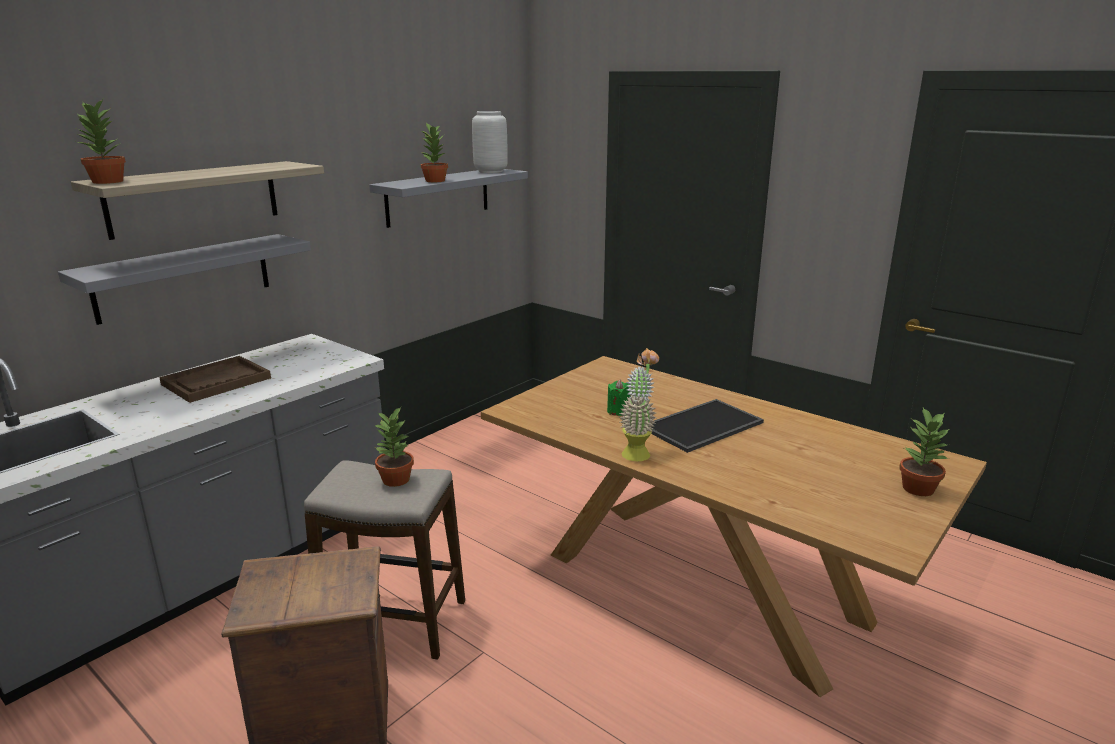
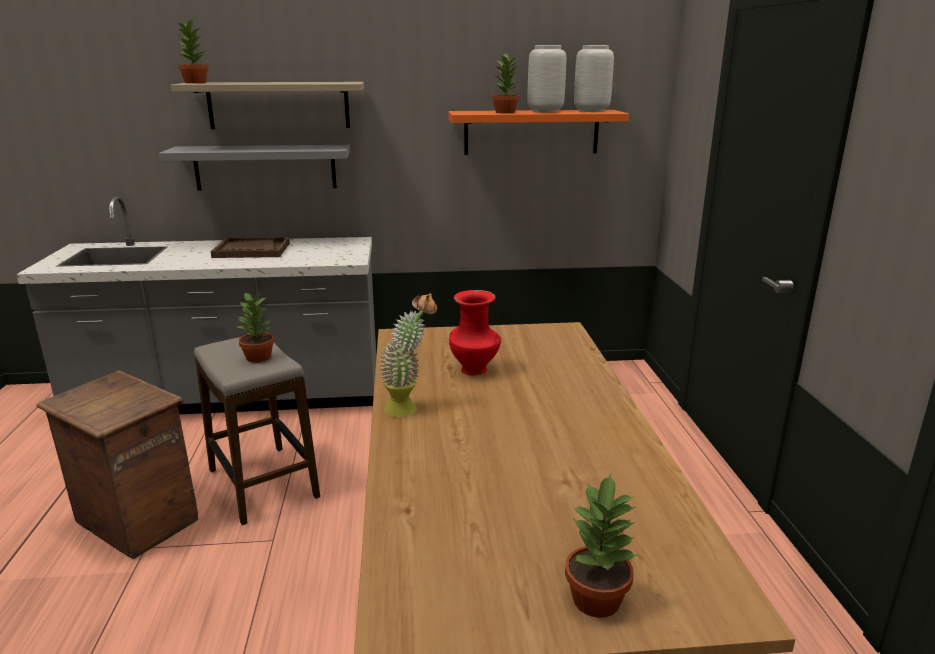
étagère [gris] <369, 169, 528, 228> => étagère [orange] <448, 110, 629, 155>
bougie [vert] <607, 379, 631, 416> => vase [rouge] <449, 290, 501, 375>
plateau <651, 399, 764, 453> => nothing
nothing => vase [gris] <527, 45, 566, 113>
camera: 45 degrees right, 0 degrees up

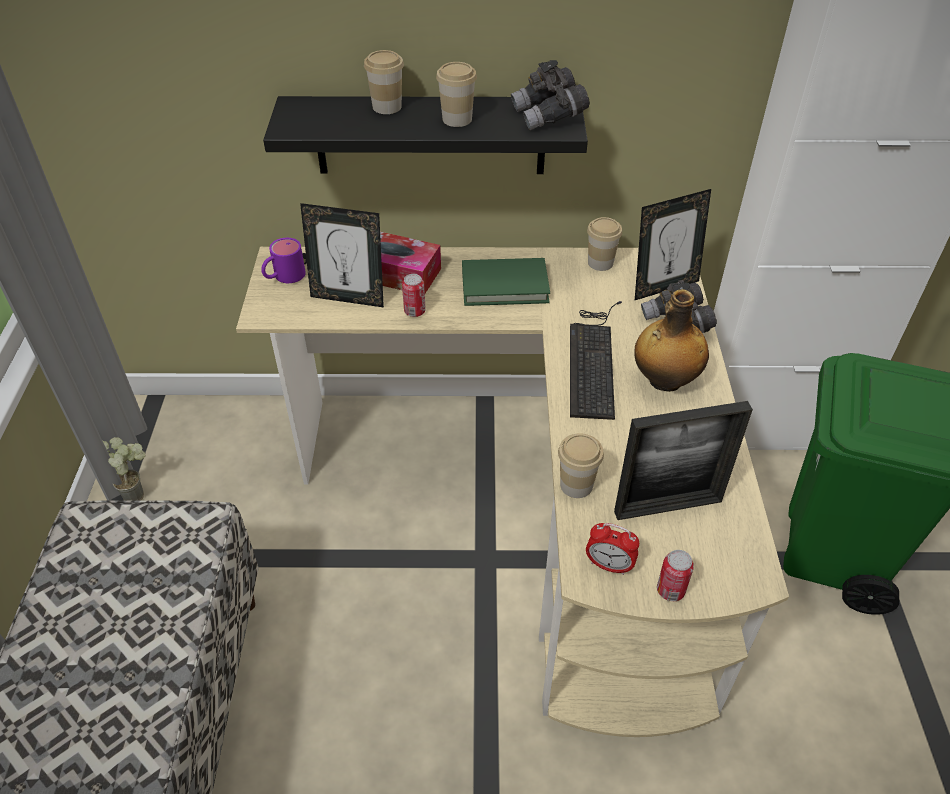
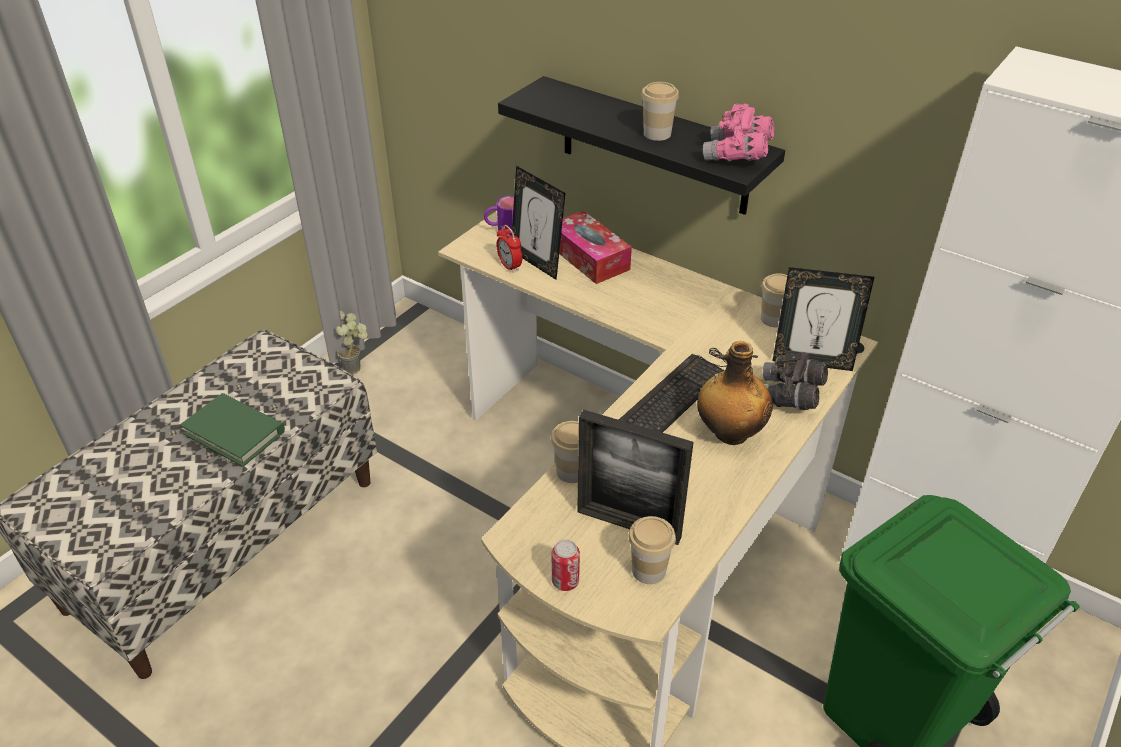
tasse <364, 50, 404, 114> => tasse <628, 516, 676, 584>, move
jumelles [gris] <511, 60, 590, 130> => jumelles [rose] <703, 104, 774, 161>
livre [vert] <462, 258, 550, 306> => livre [vert] <180, 393, 285, 467>, move
boîte métallique <402, 274, 426, 317> => nothing
réveil <586, 523, 639, 575> => réveil <496, 225, 522, 273>, move
camera: 35 degrees right, 5 degrees down

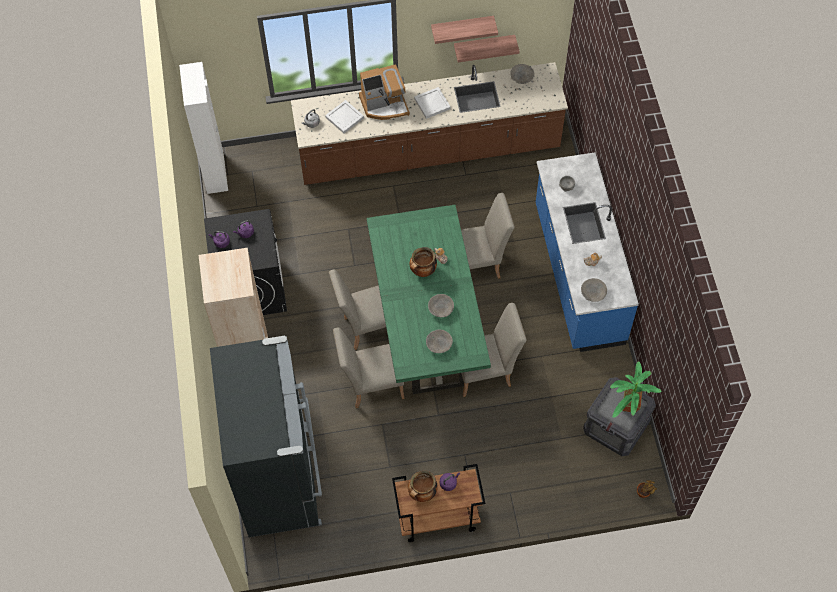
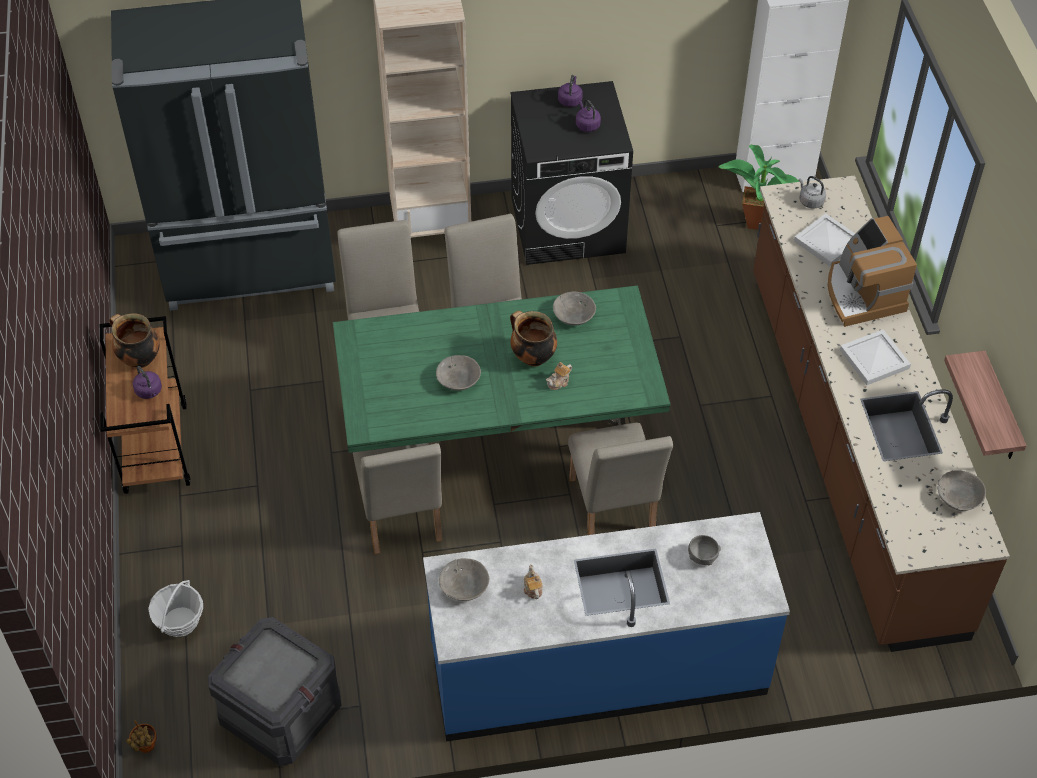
étagère <431, 16, 498, 44> => nothing
bol [gris] <426, 329, 453, 353> => bol [gris] <553, 292, 596, 326>, move
plante en pot <610, 361, 661, 418> => plante en pot <718, 145, 799, 230>, move
nothing => panier <148, 580, 203, 637>
camera: 90 degrees right, 10 degrees down

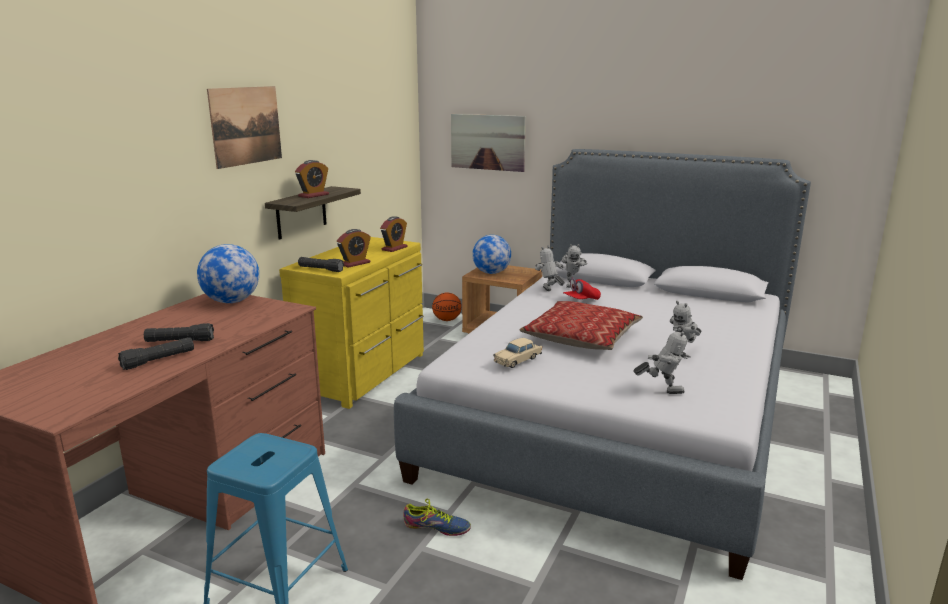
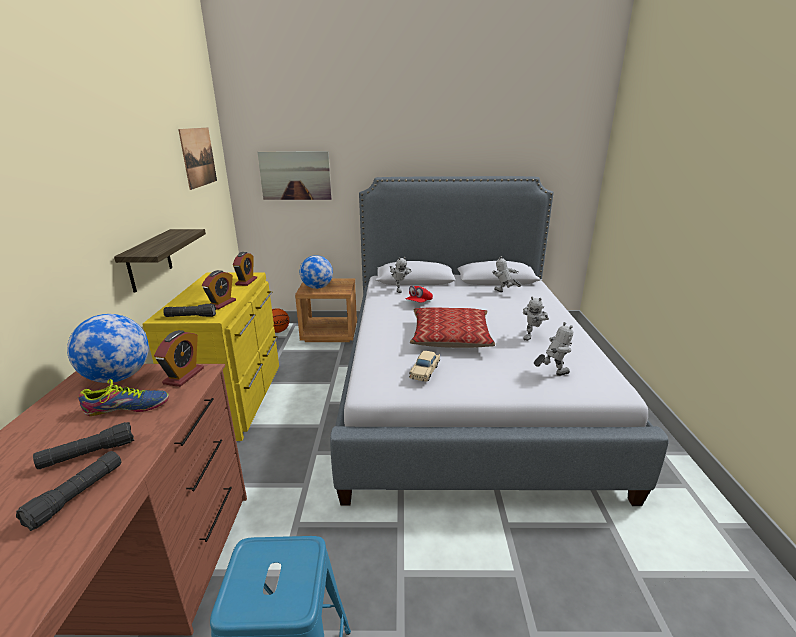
tableau <207, 86, 282, 169> => tableau <178, 128, 217, 190>, move
réveil <295, 160, 329, 198> => réveil <154, 330, 204, 387>, move
robot jouet <535, 246, 565, 291> => robot jouet <492, 256, 522, 292>, move
chaussure <404, 499, 471, 536> => chaussure <79, 379, 169, 416>, move
camera: 25 degrees left, 5 degrees up

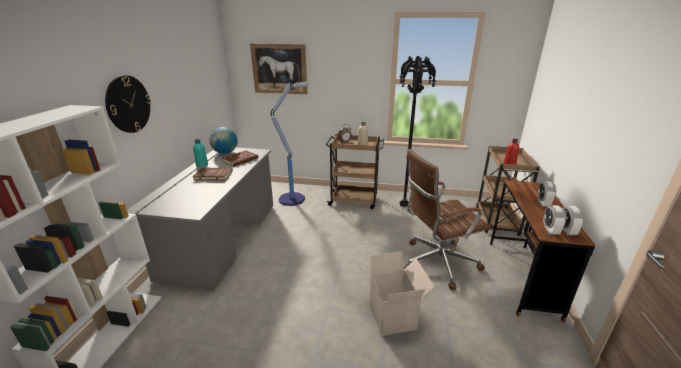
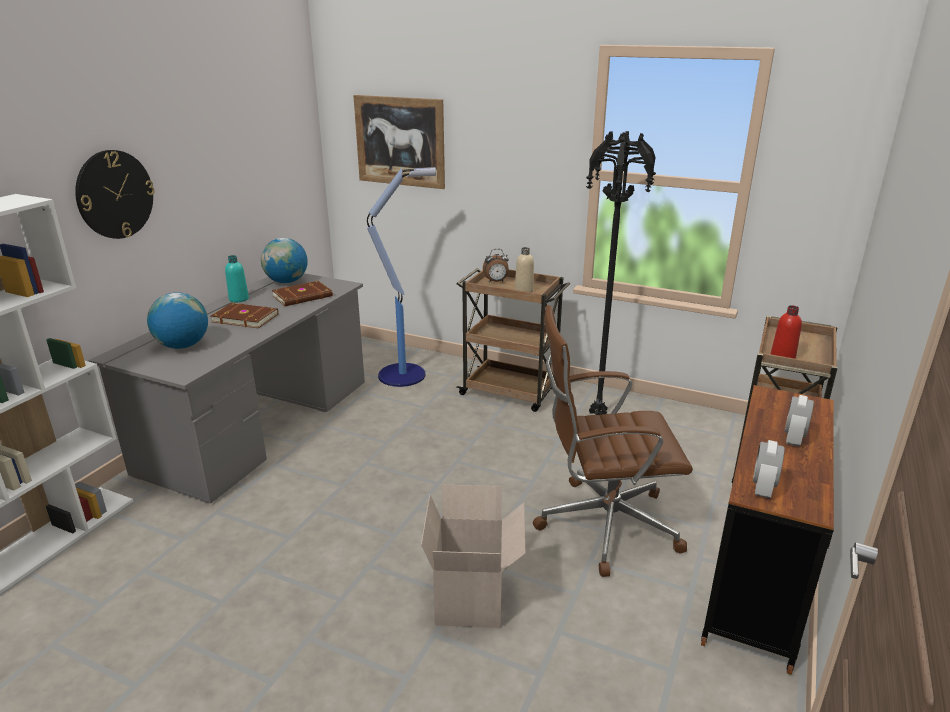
réveil <562, 206, 584, 236> => nothing
nothing => globe <147, 292, 208, 349>
camera: 15 degrees right, 0 degrees up

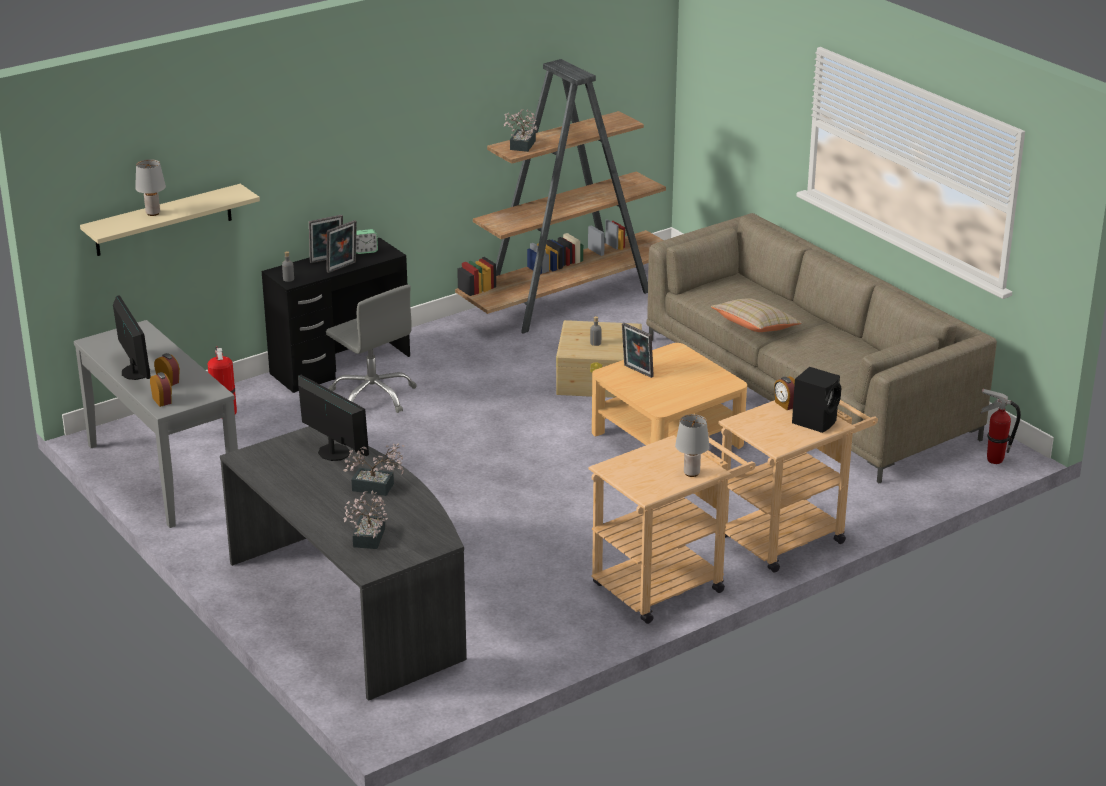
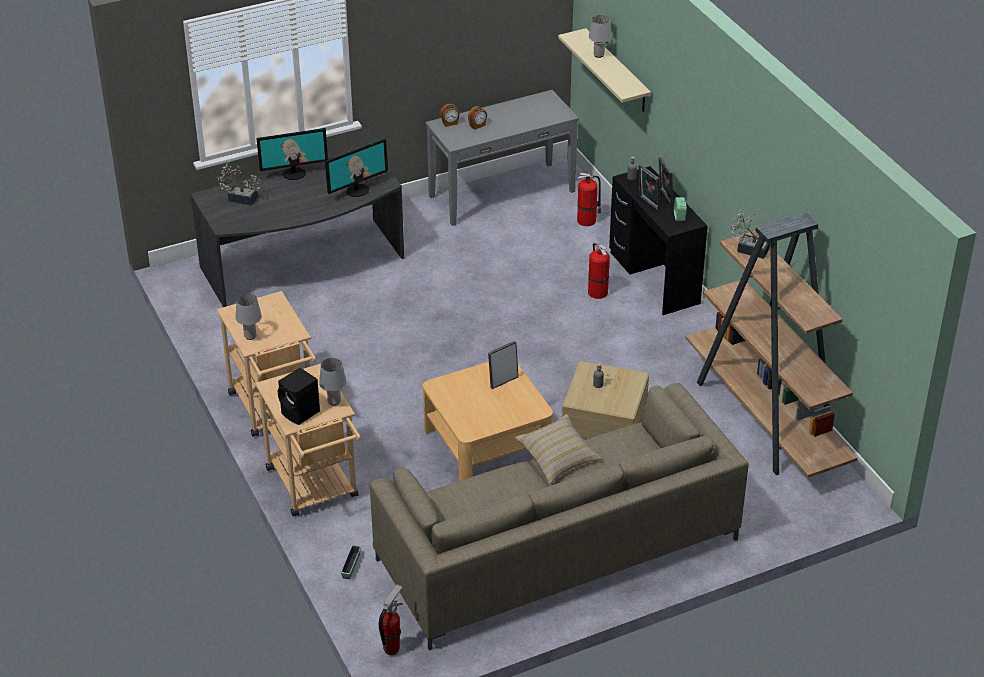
chaise de bureau [gris] <326, 285, 417, 413> => extincteur <588, 243, 610, 299>
écran d'ordinateur <113, 295, 151, 380> => écran d'ordinateur <256, 128, 328, 180>, move
réveil <774, 376, 795, 410> => lampe de table [gris] <319, 358, 346, 406>
plante en pot <343, 443, 405, 496> => nothing
nothing => cache-pot <340, 545, 361, 579>
camera: 100 degrees right, 10 degrees up

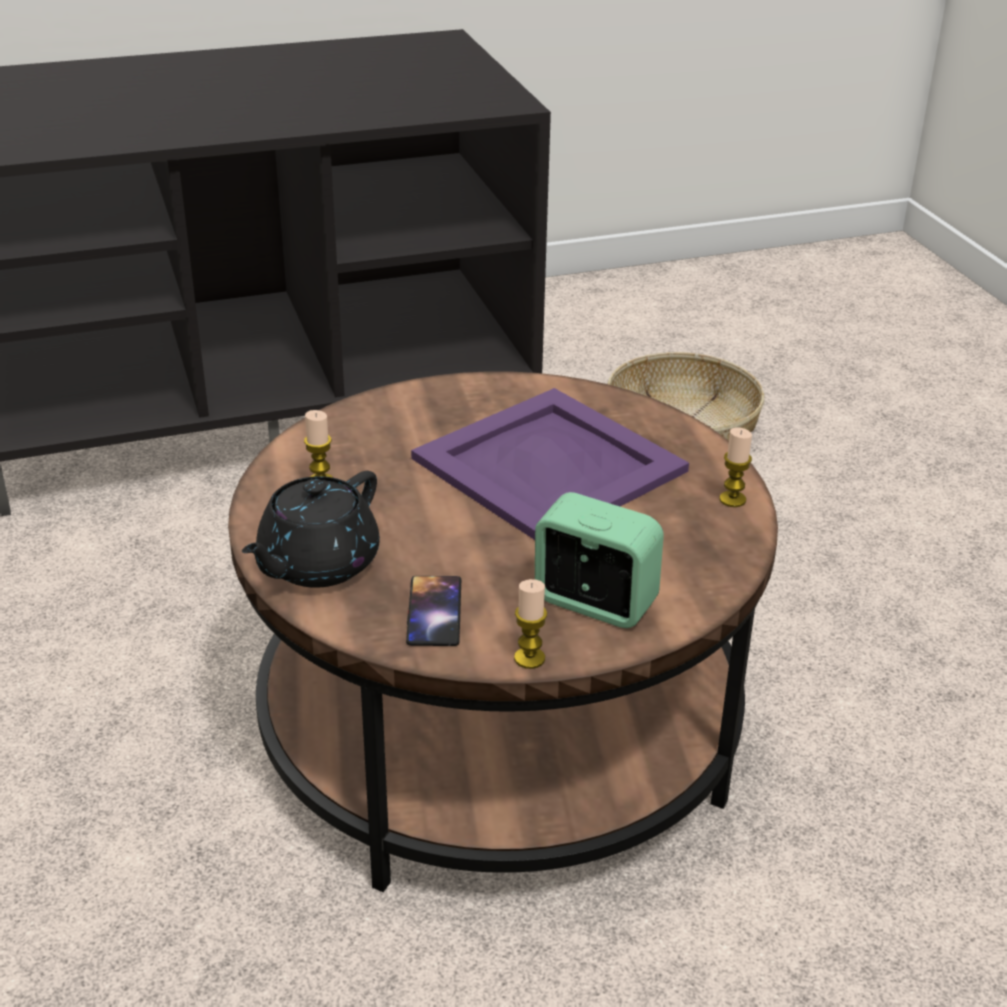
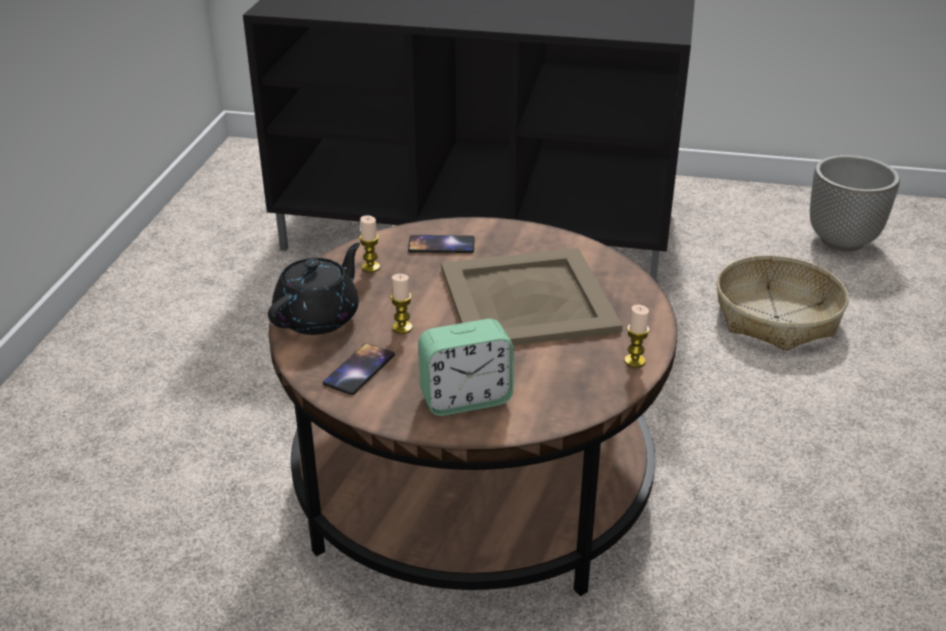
plateau [violet] <411, 388, 689, 540> => plateau [beige] <441, 248, 623, 346>
théière [noir] <242, 471, 380, 588> => théière [noir] <268, 243, 360, 335>, 150 degrees clockwise
réveil <535, 492, 664, 628> => réveil <418, 319, 514, 416>, 105 degrees clockwise
bougie <514, 579, 547, 669> => bougie <391, 274, 413, 334>, move
nothing => cache-pot <810, 155, 900, 252>
nothing => téléphone <408, 235, 475, 253>
camera: 30 degrees right, 0 degrees up

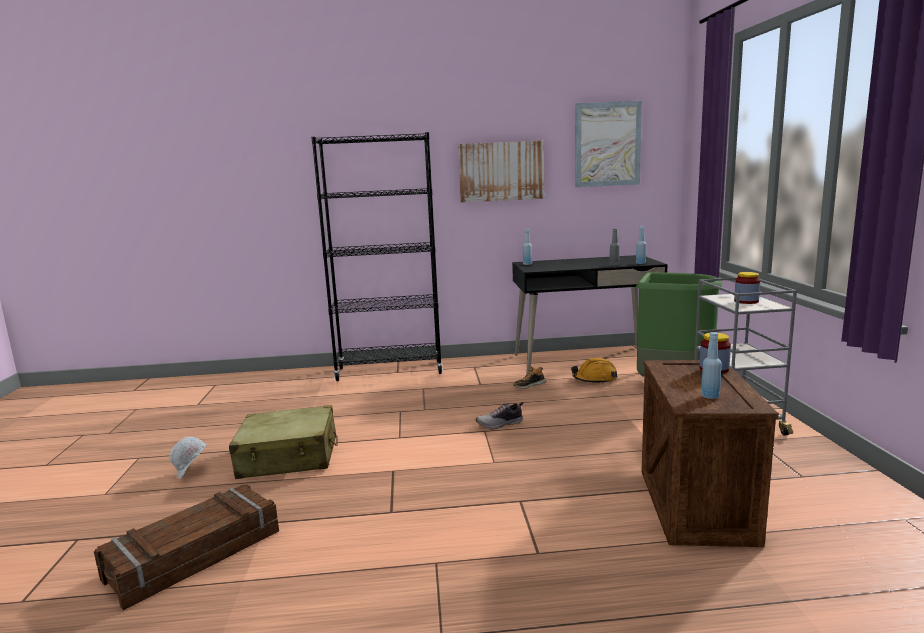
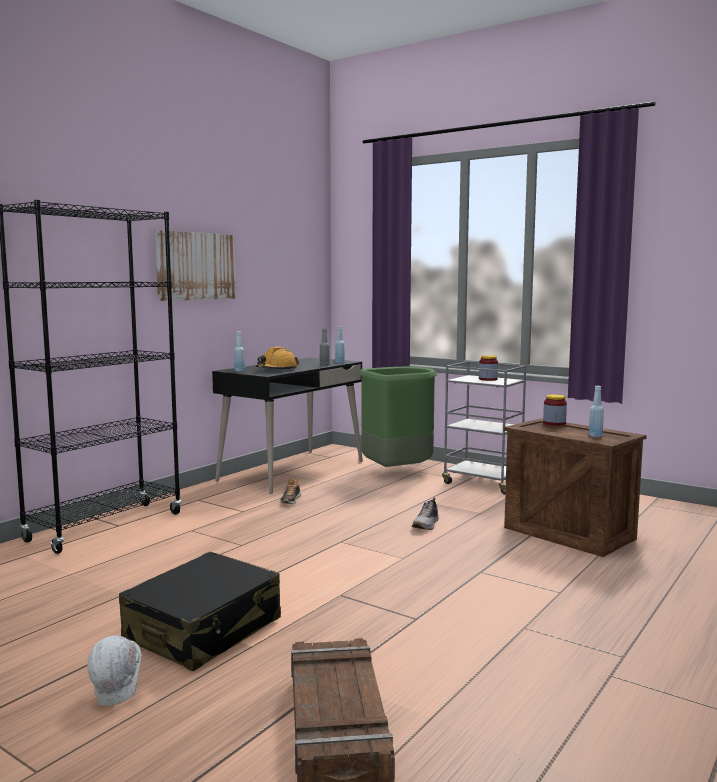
tableau <575, 101, 642, 187> => nothing
casque de chantier [orange] <571, 358, 618, 384> => casque de chantier [orange] <255, 347, 299, 370>, move
chaussure <476, 402, 523, 430> => chaussure <412, 498, 439, 530>, move
valise [beige] <229, 405, 338, 479> => valise [noir] <119, 552, 281, 671>
camera: 50 degrees left, 5 degrees down

